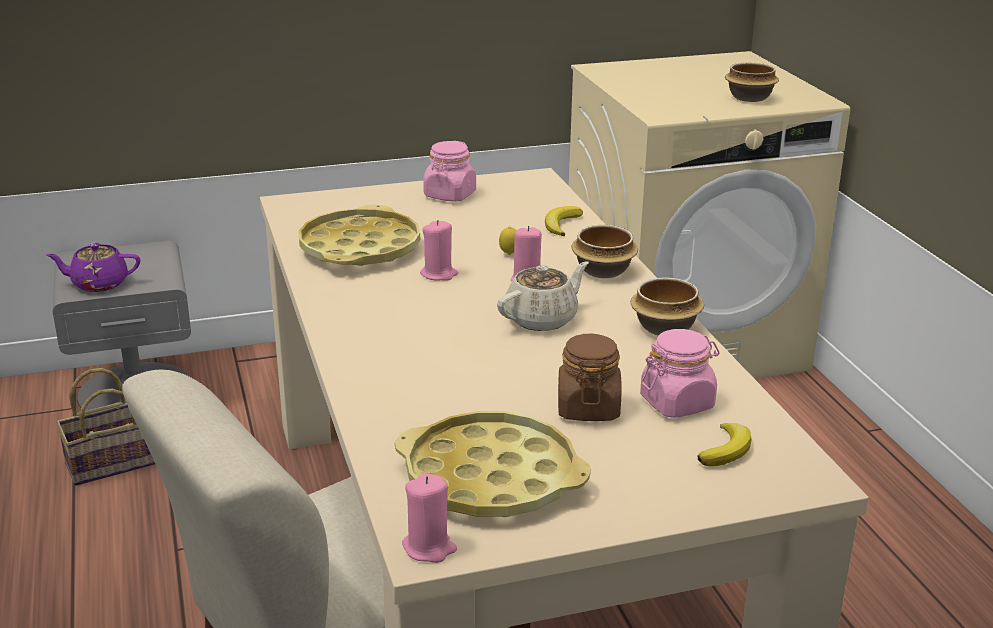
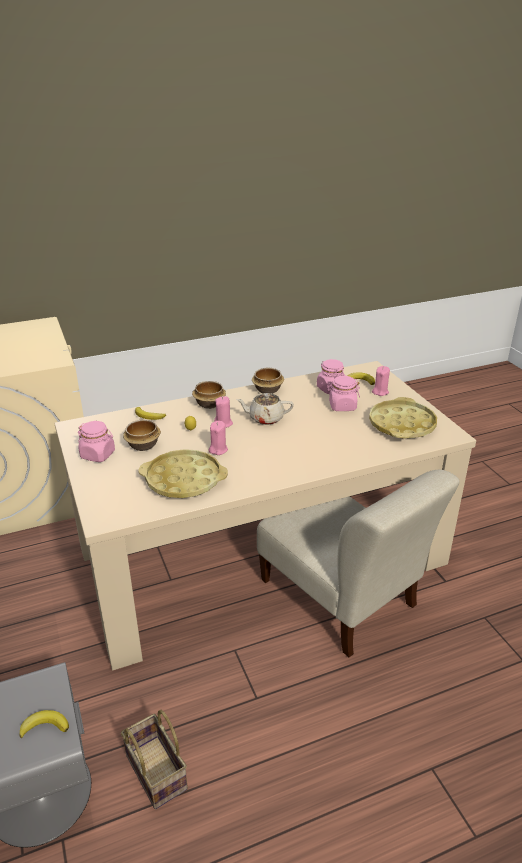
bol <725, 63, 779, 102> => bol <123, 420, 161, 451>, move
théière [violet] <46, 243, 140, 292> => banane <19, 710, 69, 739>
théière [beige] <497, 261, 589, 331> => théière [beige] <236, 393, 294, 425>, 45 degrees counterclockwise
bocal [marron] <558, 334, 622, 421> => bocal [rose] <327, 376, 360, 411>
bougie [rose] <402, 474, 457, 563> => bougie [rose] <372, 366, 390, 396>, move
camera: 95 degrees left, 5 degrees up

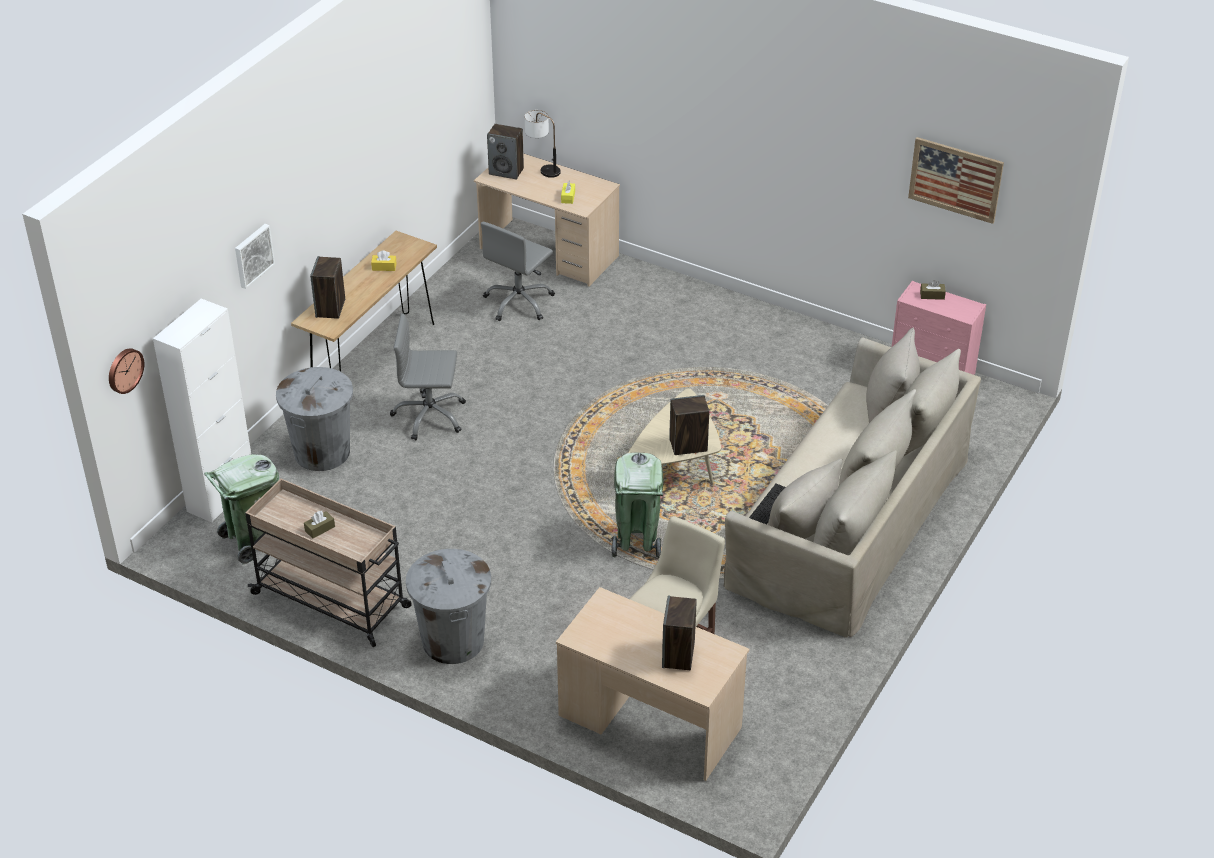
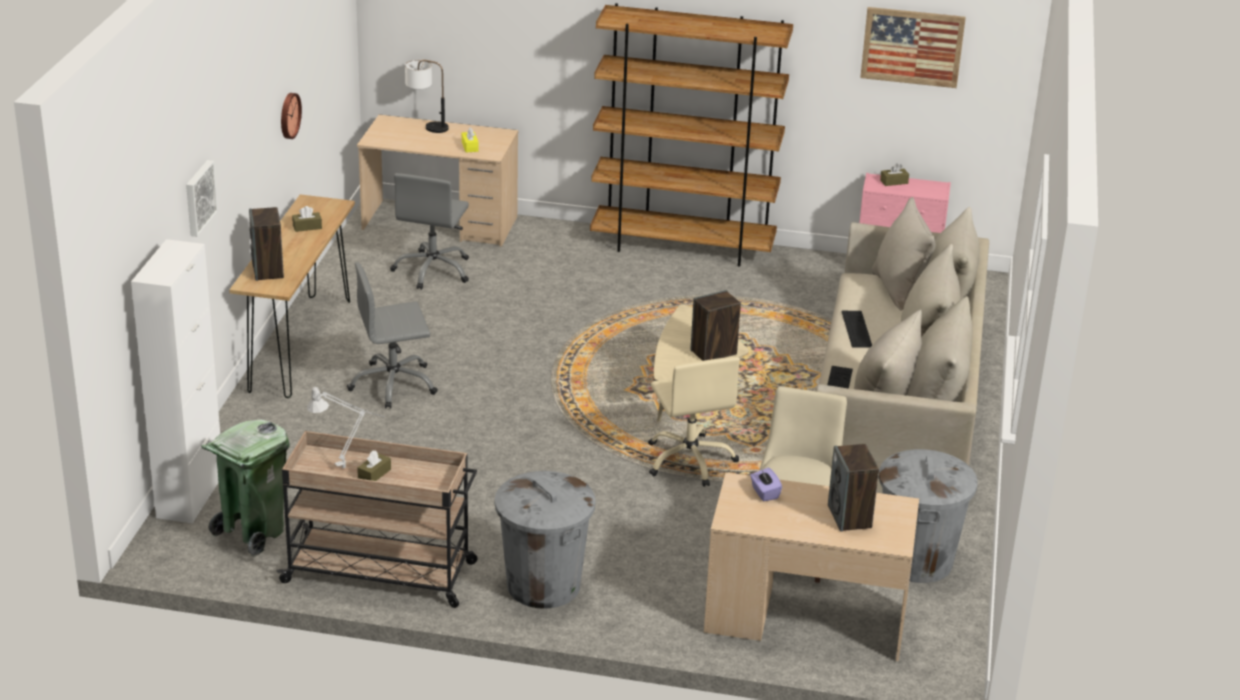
enceinte <487, 124, 524, 179> => nothing
boîte à mouchoirs [jaune] <371, 250, 397, 271> => boîte à mouchoirs [marron] <292, 206, 322, 232>
horloge murale <109, 348, 144, 394> => horloge murale <281, 93, 302, 139>, move
poubelle [gris] <276, 367, 353, 471> => poubelle [gris] <879, 449, 978, 583>, move
poubelle [vert] <611, 453, 663, 559> => chaise de bureau [beige] <648, 357, 740, 487>
nothing => bibliothèque [marron] <590, 3, 793, 266>
nothing => clavier <842, 311, 872, 348>
nothing => lampe de table [gris] <307, 387, 385, 469>
nothing => boîte à mouchoirs [violet] <750, 468, 782, 501>
camera: 20 degrees left, 10 degrees down

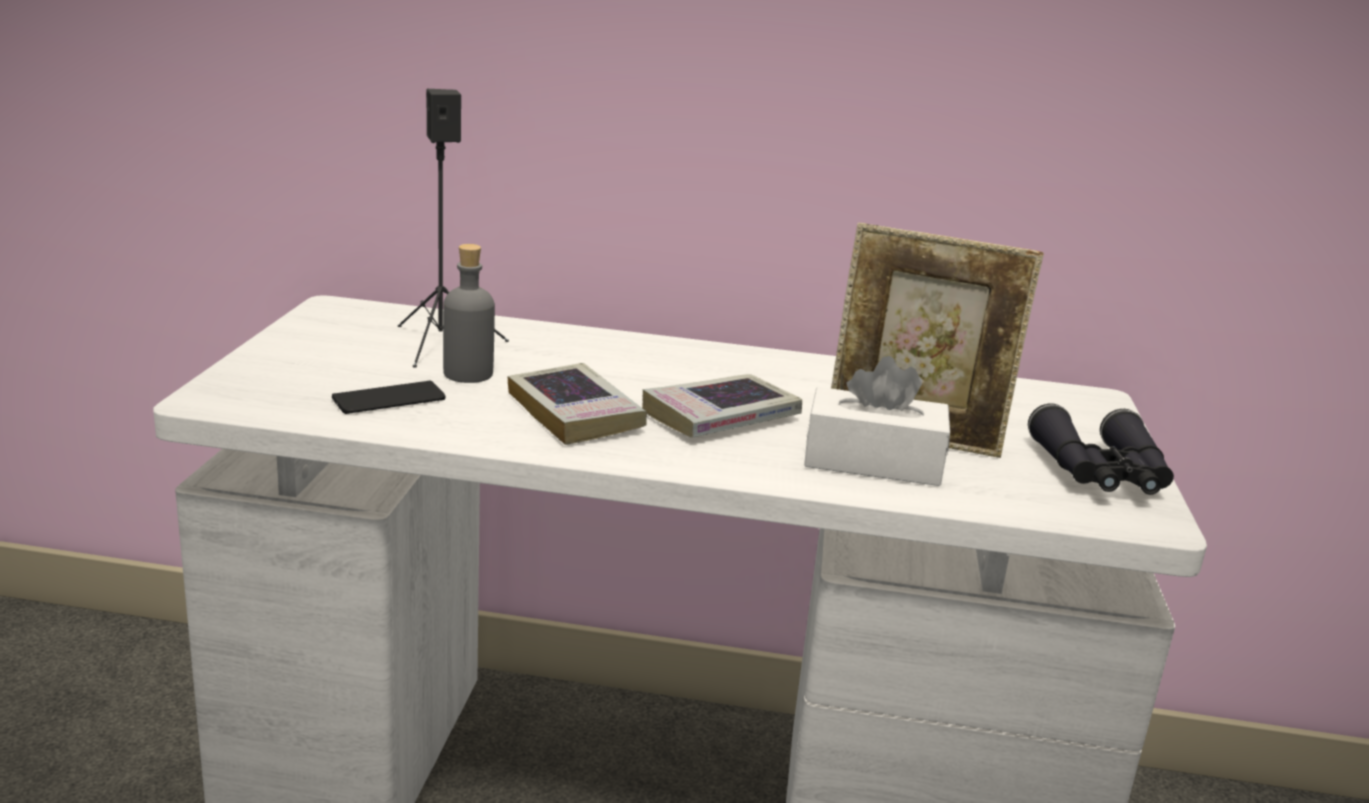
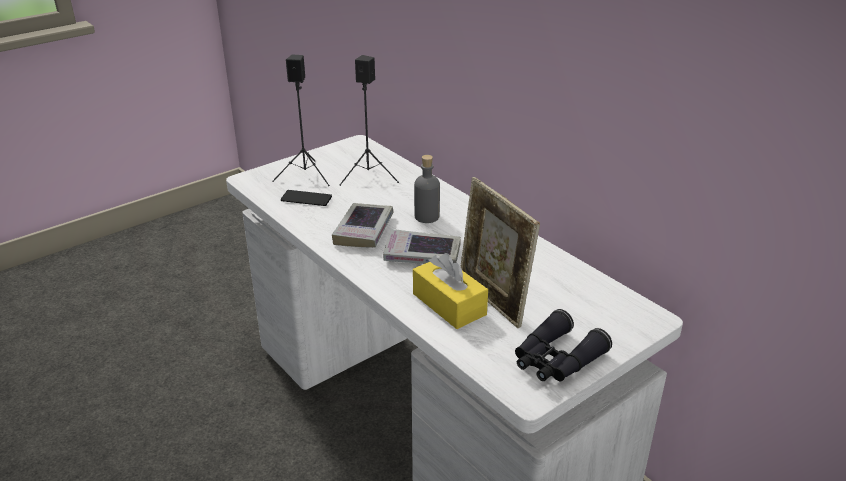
bouteille [gris] <443, 244, 495, 383> => bouteille [gris] <414, 155, 440, 223>, move
boîte à mouchoirs [blanc] <804, 356, 950, 486> => boîte à mouchoirs [jaune] <413, 253, 488, 329>
nothing => enceinte [noir] <272, 54, 330, 186>
camera: 45 degrees right, 10 degrees up

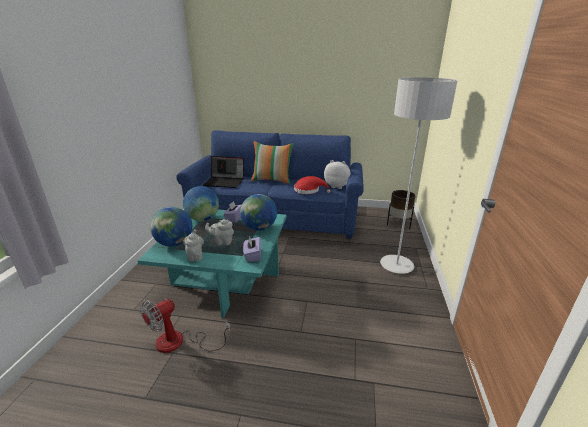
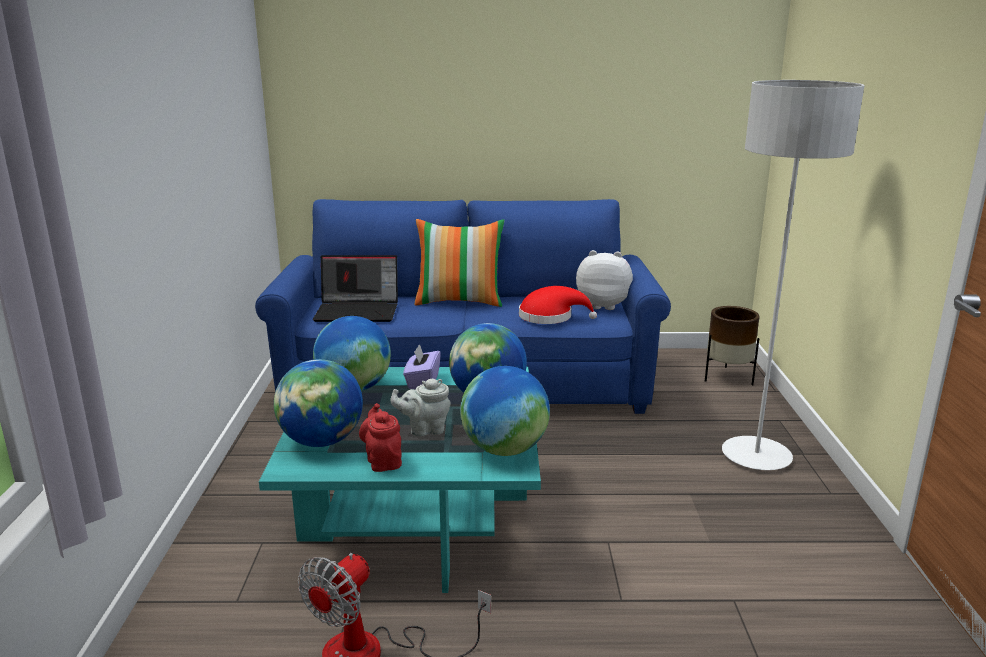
théière [gris] <183, 229, 204, 261> => théière [rouge] <359, 403, 402, 472>
boîte à mouchoirs [violet] <243, 235, 261, 262> => globe <460, 366, 550, 456>
camera: 10 degrees left, 5 degrees down

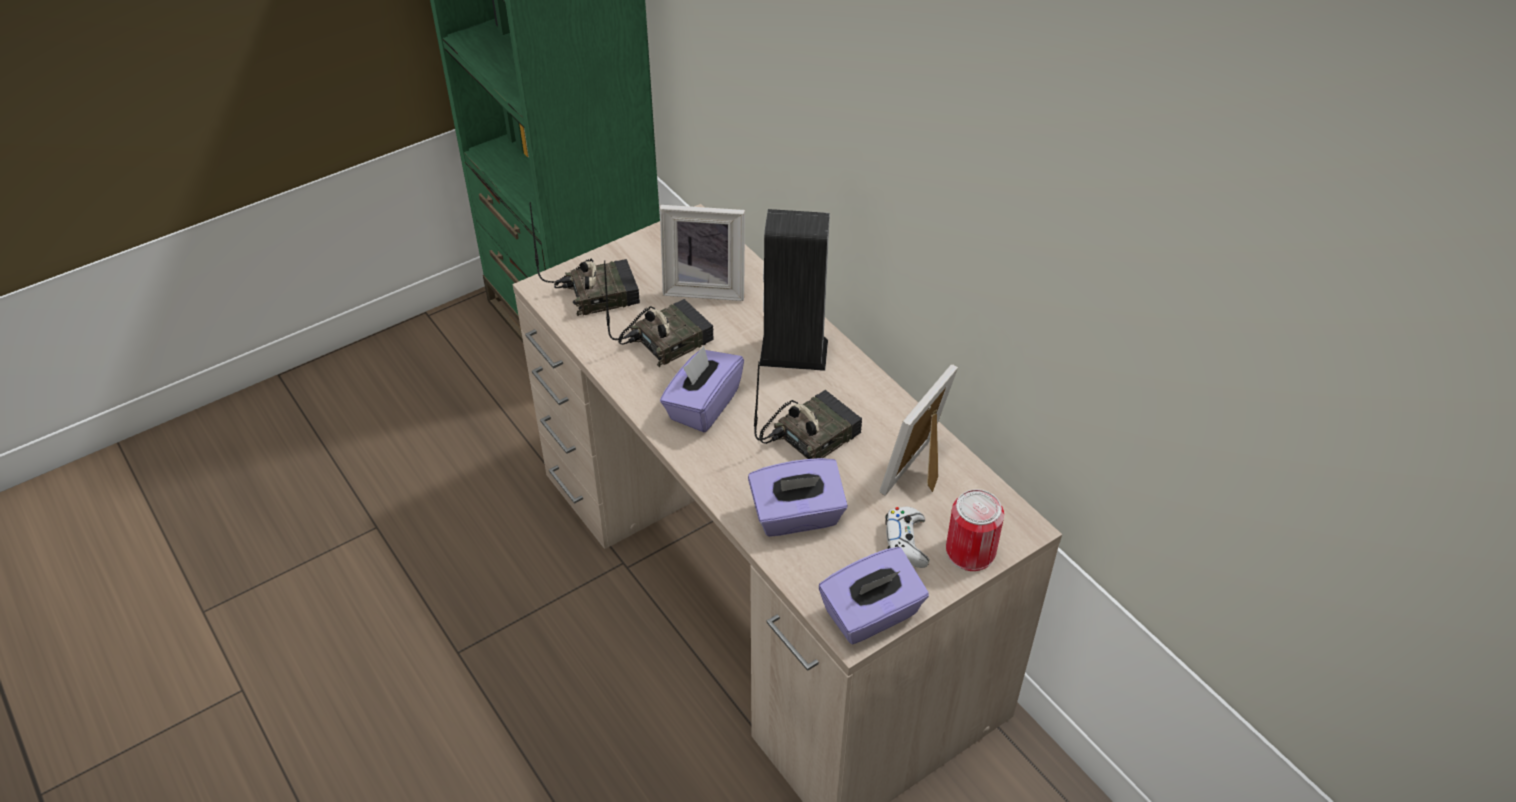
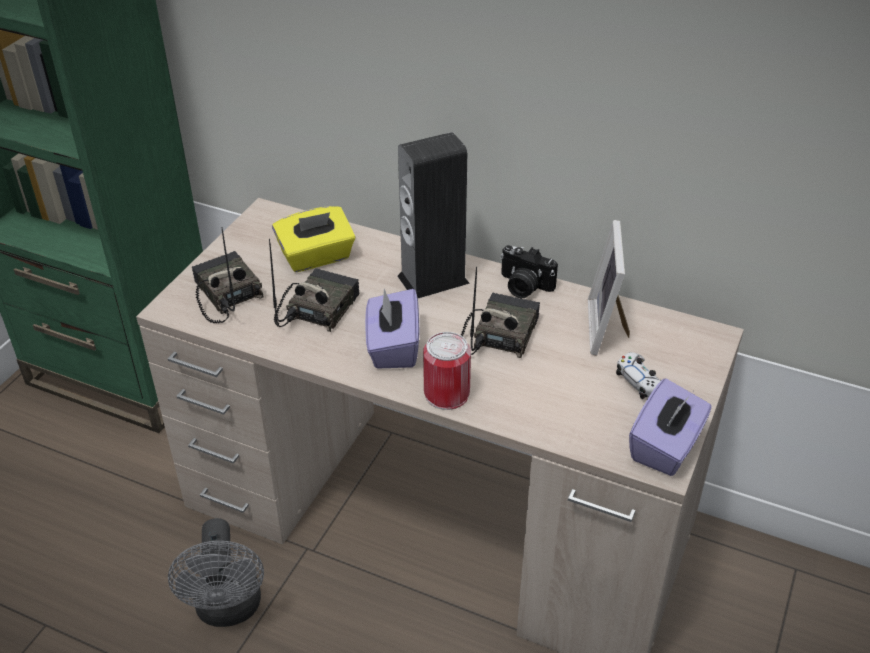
radio <530, 202, 640, 316> => radio <192, 227, 264, 323>, 75 degrees counterclockwise
cadre photo <660, 205, 745, 301> => boîte à mouchoirs [jaune] <272, 206, 355, 272>
boîte à mouchoirs [violet] <748, 458, 848, 537> => nothing
boîte métallique <946, 489, 1004, 571> => boîte métallique <423, 332, 471, 410>, move
nothing => appareil photo <500, 245, 558, 298>
nothing => ventilateur [gris] <168, 518, 264, 627>
camera: 30 degrees left, 5 degrees down

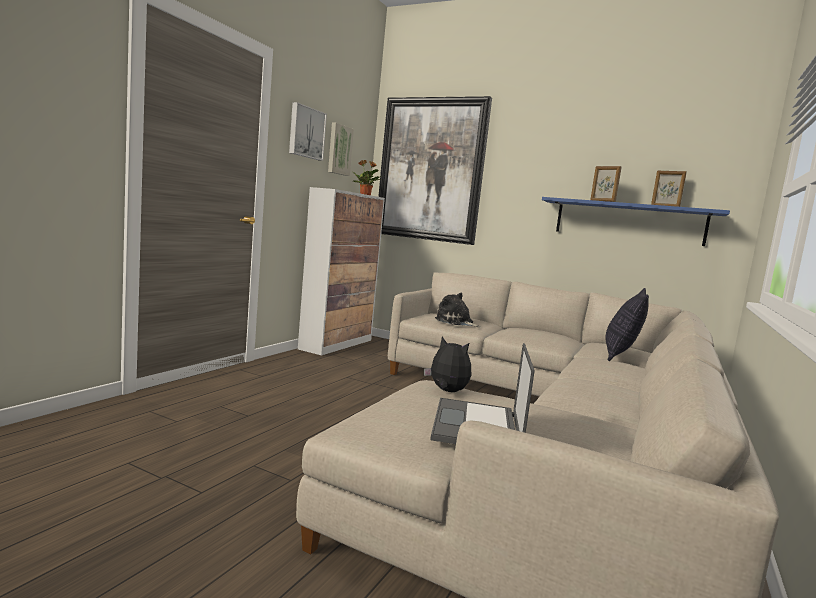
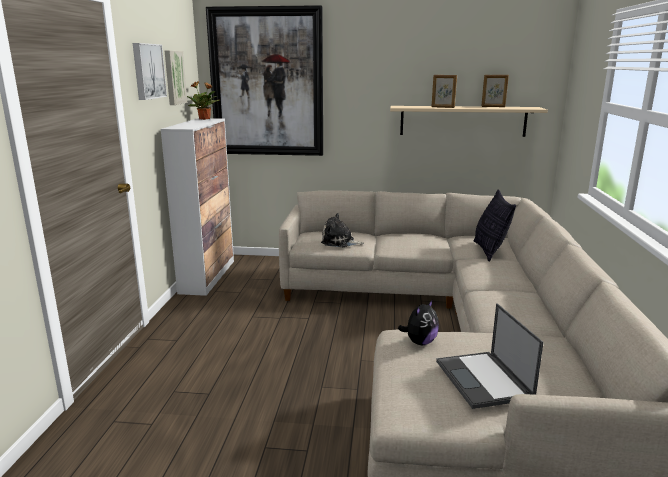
étagère [bleu] <542, 197, 730, 246> => étagère [beige] <390, 106, 548, 137>
peluche <424, 337, 471, 392> => peluche <398, 299, 439, 345>, 120 degrees clockwise
camera: 20 degrees left, 10 degrees up

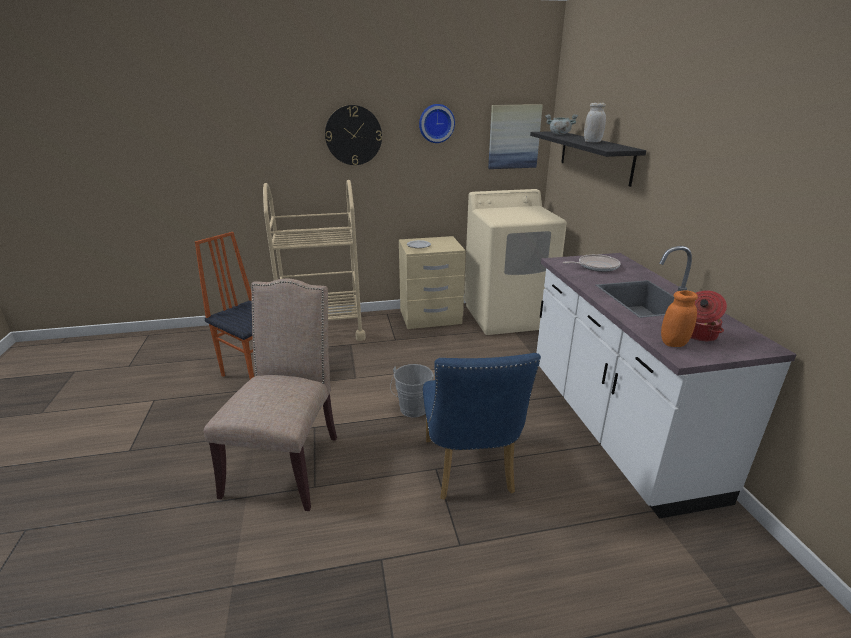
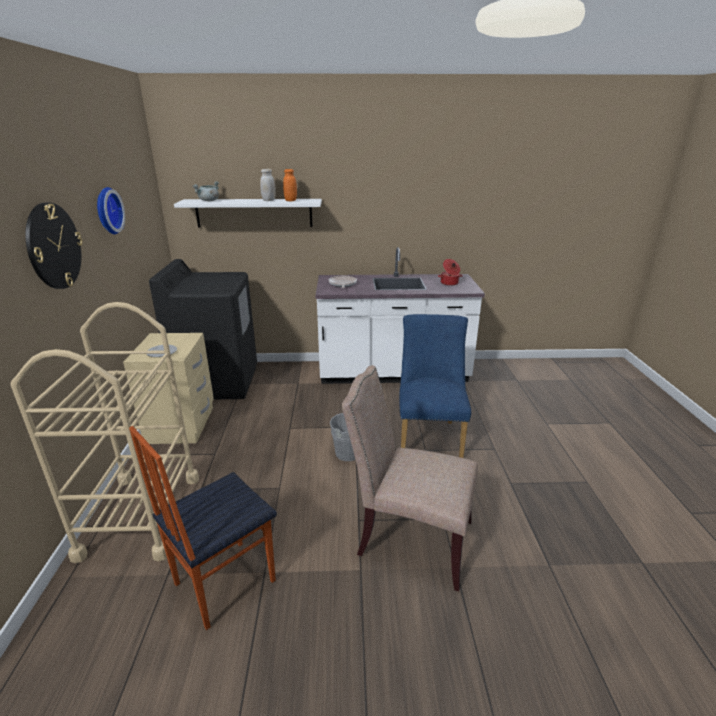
tableau <488, 104, 543, 169> => nothing
étagère [noir] <530, 131, 646, 187> => étagère [blanc] <174, 199, 322, 228>
lave-linge [beige] <464, 189, 567, 335> => lave-linge [noir] <149, 259, 257, 399>
bocal [orange] <661, 291, 698, 347> => bocal [orange] <283, 169, 297, 201>, move
chaise [bleu] <423, 353, 541, 500> => chaise [bleu] <399, 314, 471, 458>, 90 degrees counterclockwise
camera: 80 degrees left, 0 degrees up

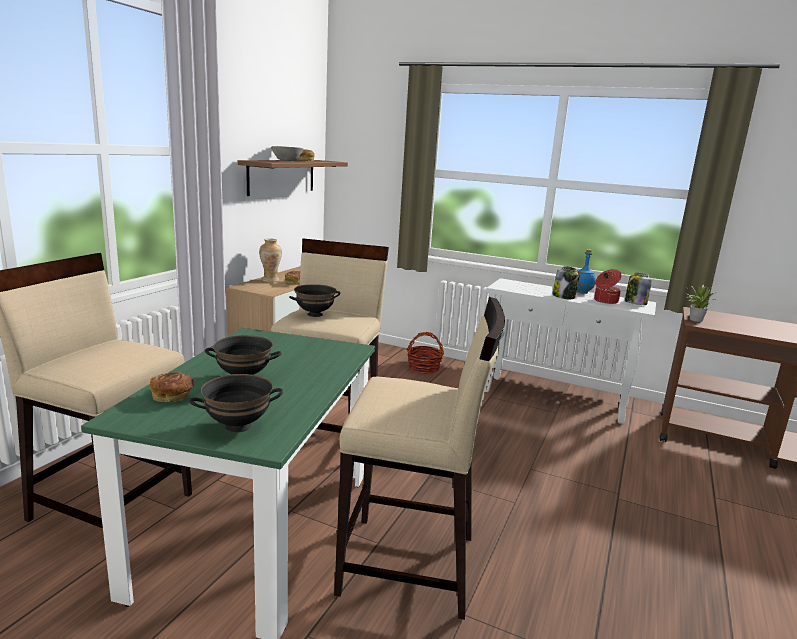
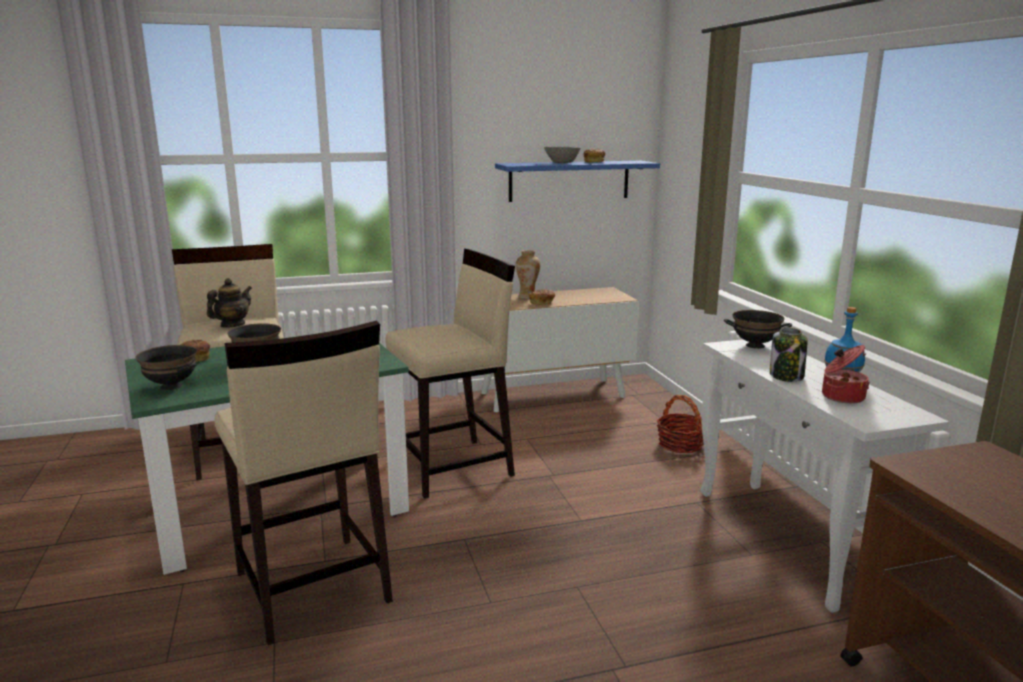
étagère [marron] <238, 160, 348, 196> => étagère [bleu] <495, 161, 660, 202>
bocal <625, 273, 652, 305> => nothing
bol [noir] <289, 284, 340, 317> => bol [noir] <724, 310, 792, 349>, move
plante en pot <686, 285, 716, 322> => nothing
nothing => théière <207, 278, 252, 328>
camera: 50 degrees right, 0 degrees up

